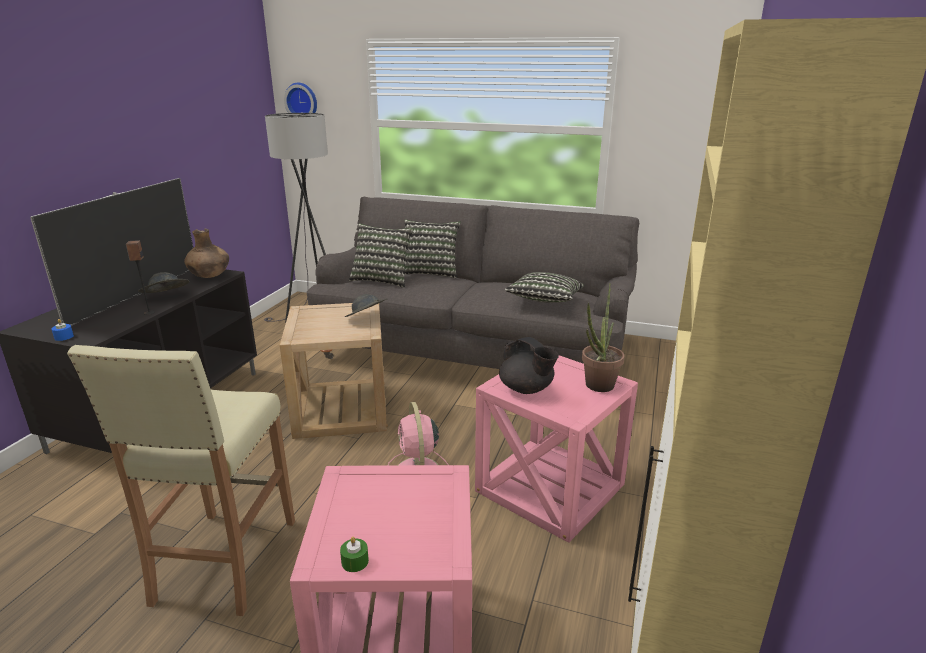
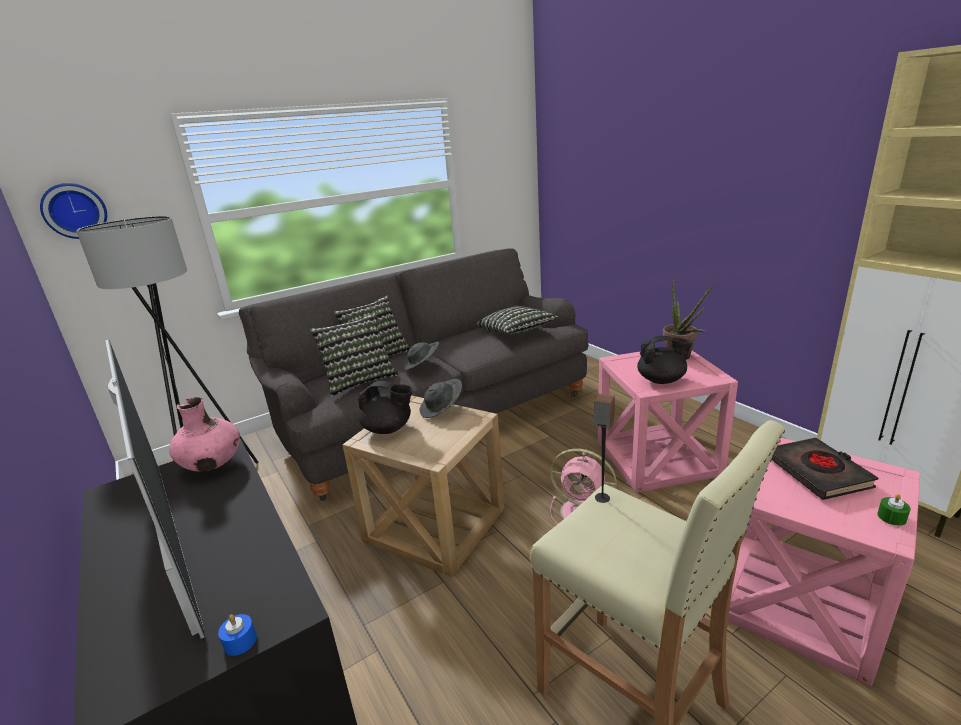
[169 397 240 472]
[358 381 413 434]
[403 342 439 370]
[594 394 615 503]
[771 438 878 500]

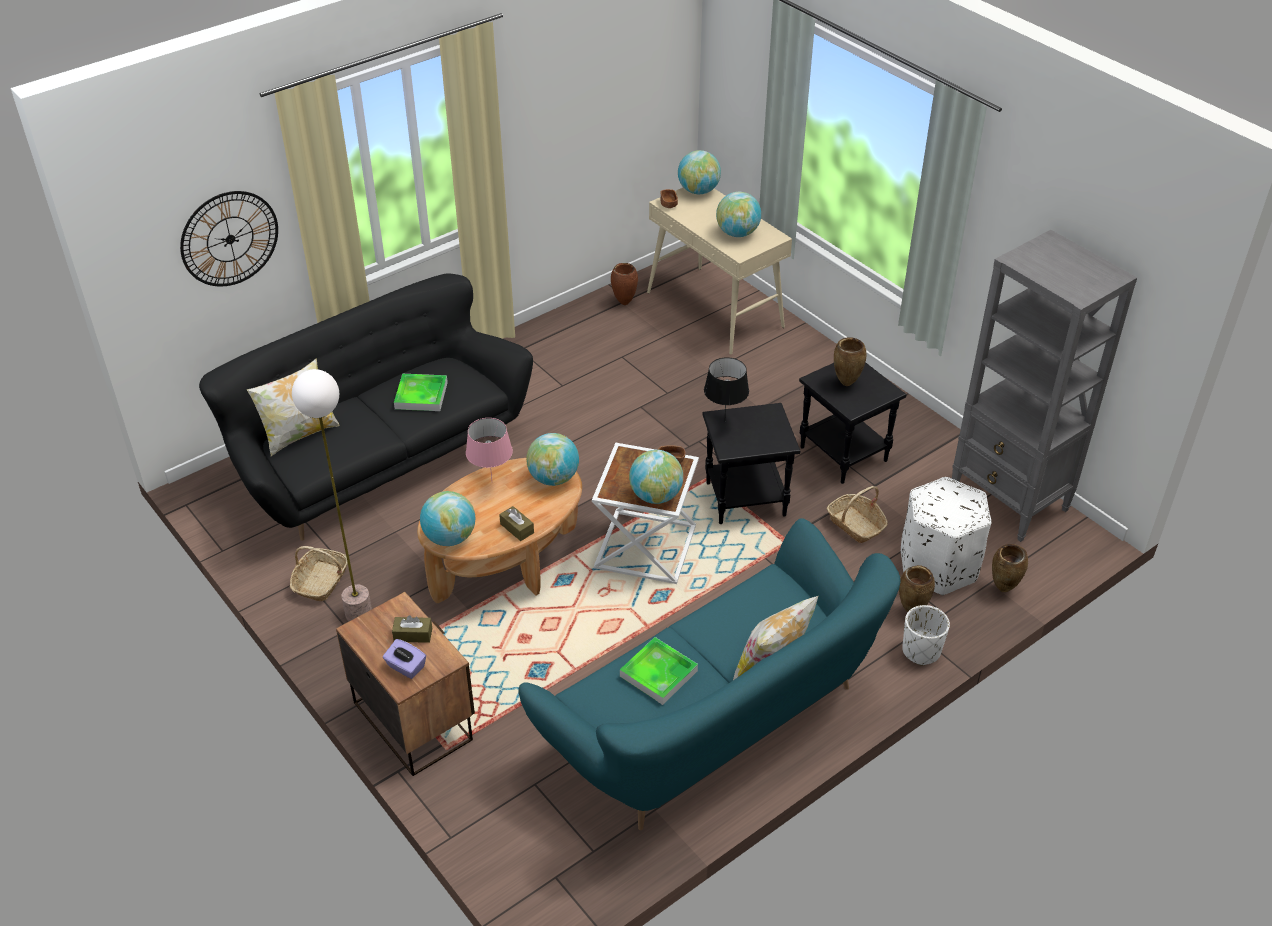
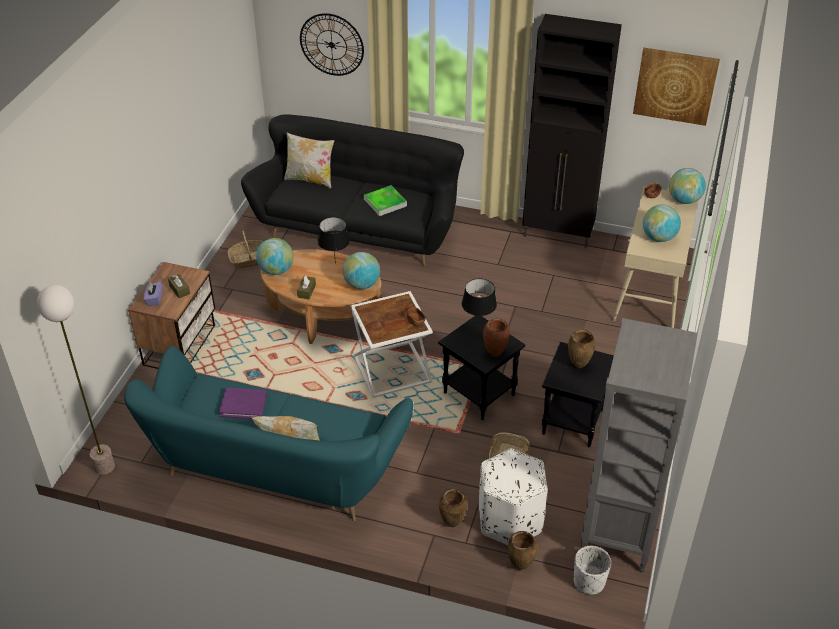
[37 285 115 475]
[219 388 267 419]
[318 217 350 264]
[483 319 510 357]
[522 14 622 248]
[574 546 611 595]
[633 48 720 126]
[629 450 683 504] (first image)

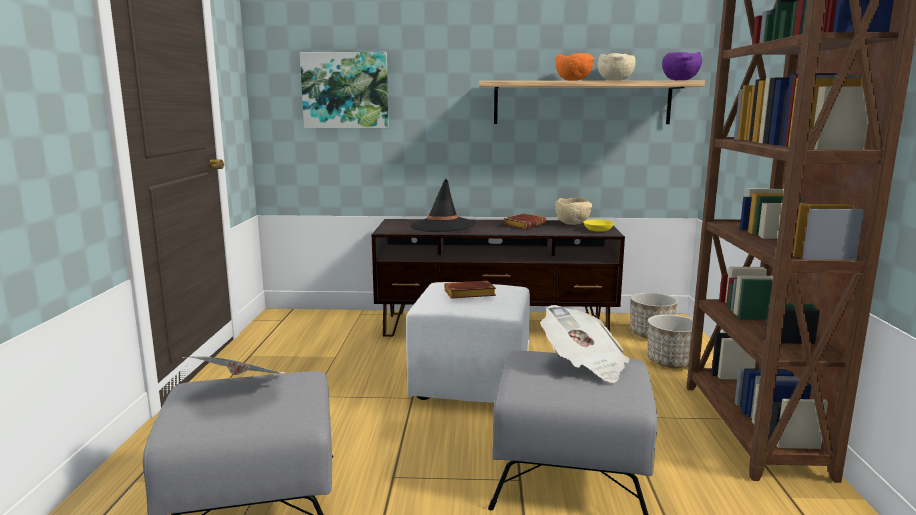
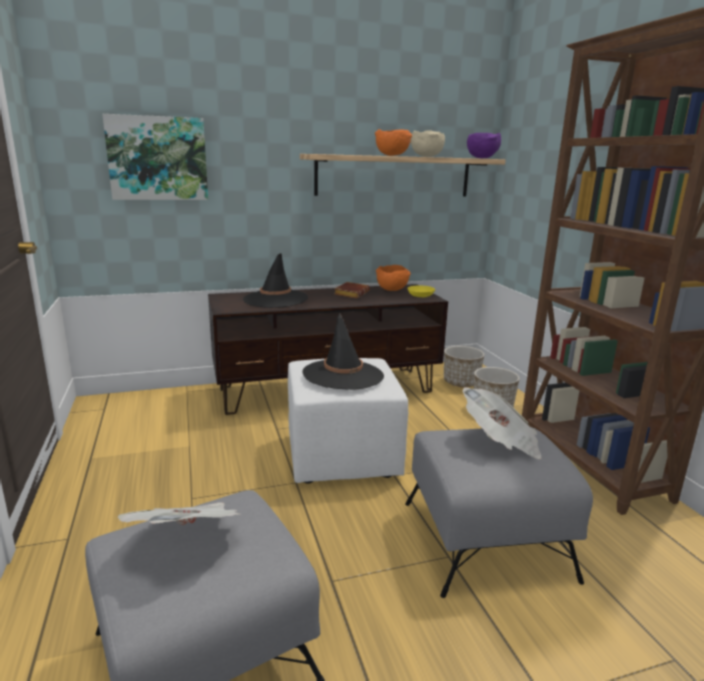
[302 313 384 390]
[376 265 411 291]

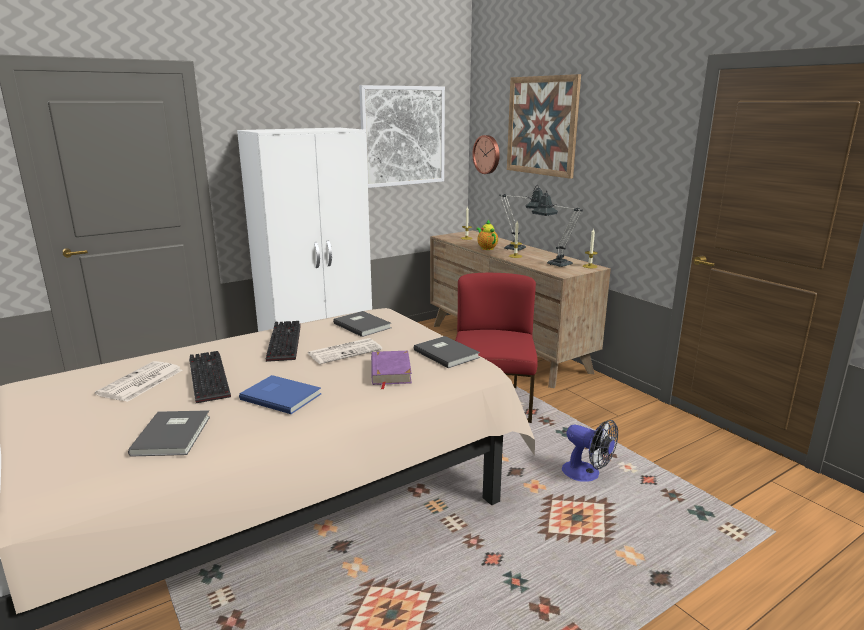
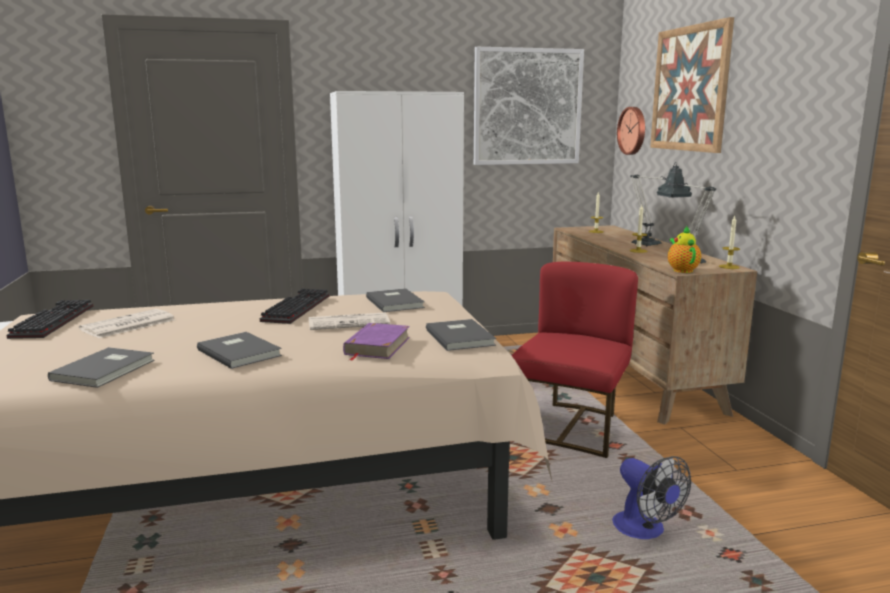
[7 300 93 339]
[197 332 282 369]
[668 226 701 273]

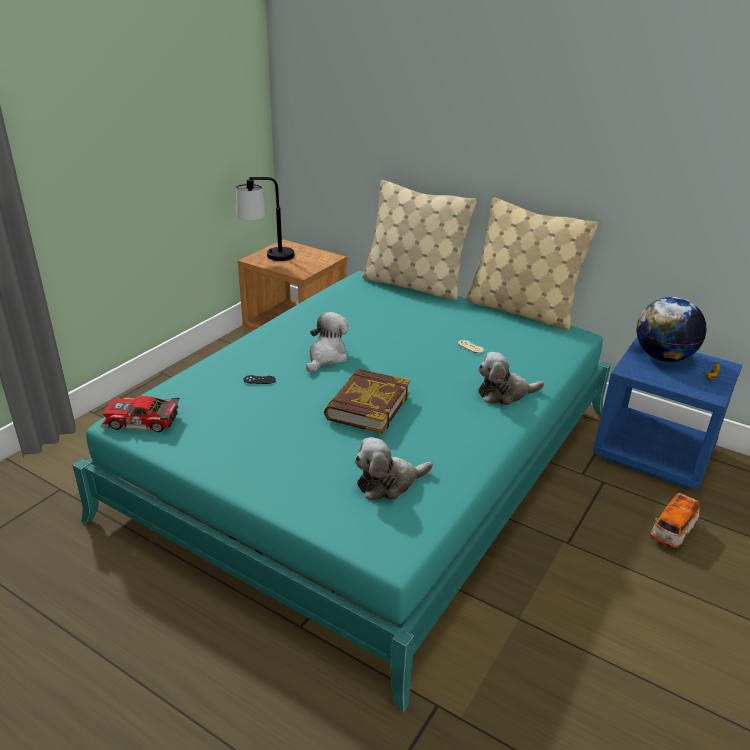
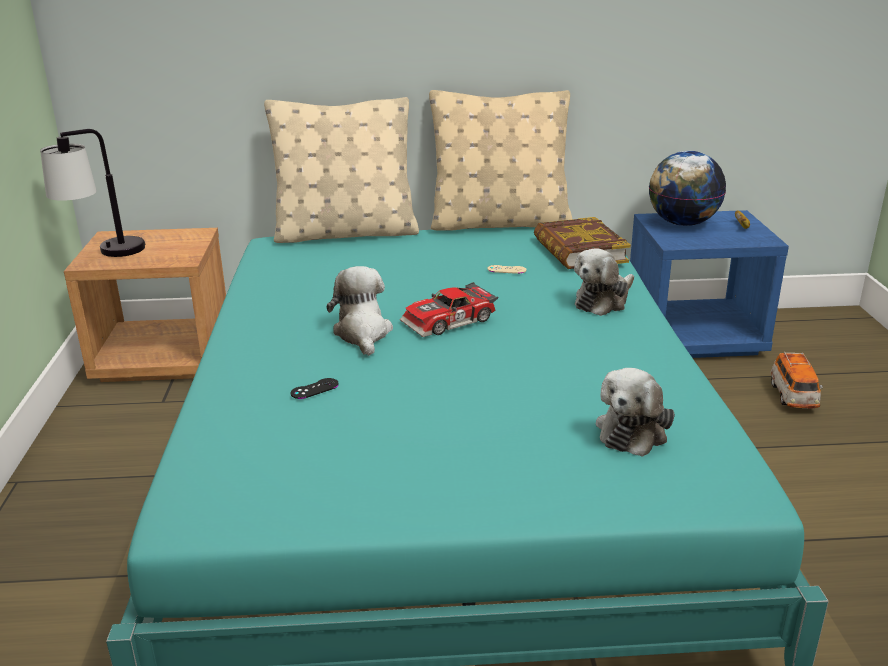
[400 282 498 337]
[534 217 631 269]

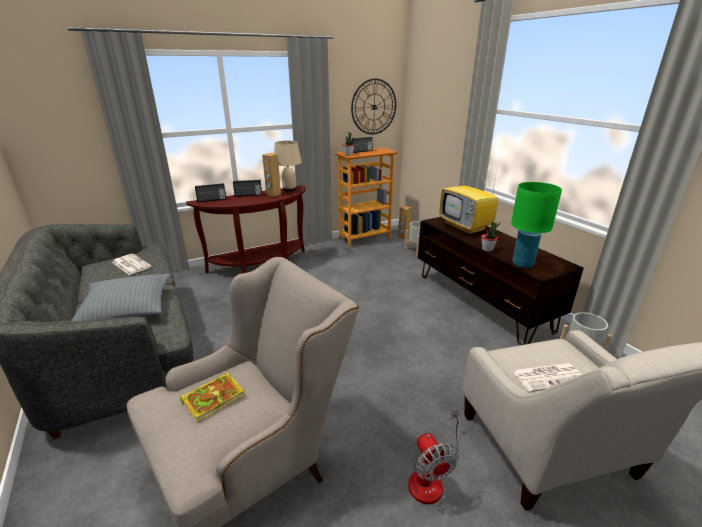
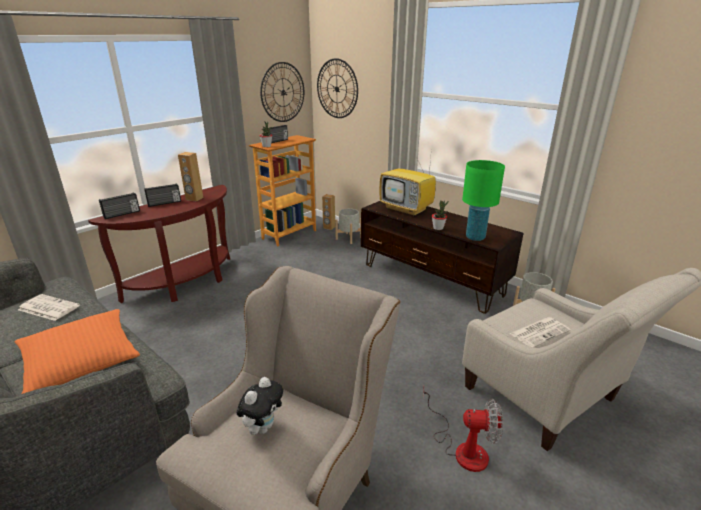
[15 309 140 394]
[237 377 283 435]
[317 58 358 118]
[423 388 503 472]
[274 141 302 191] (first image)

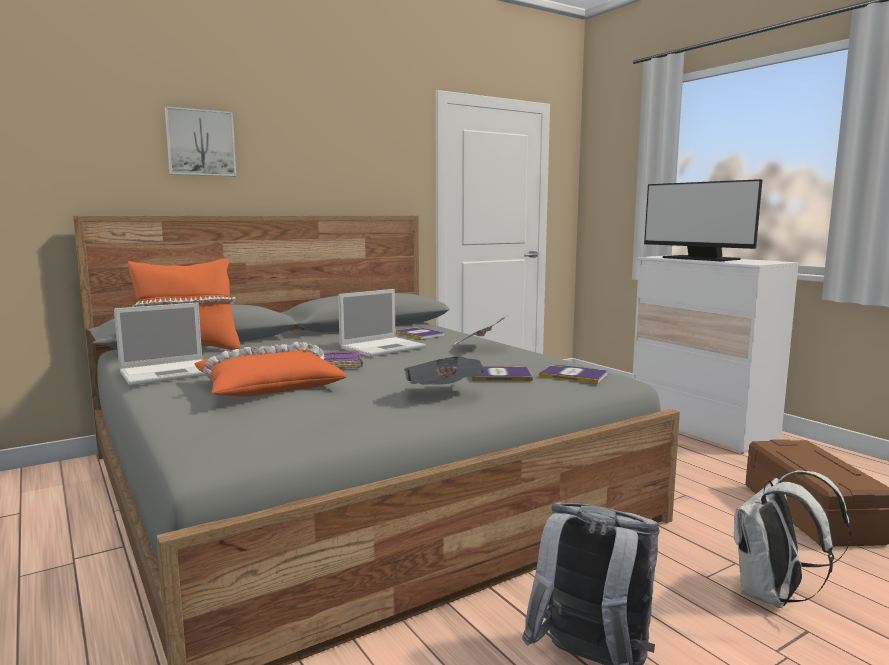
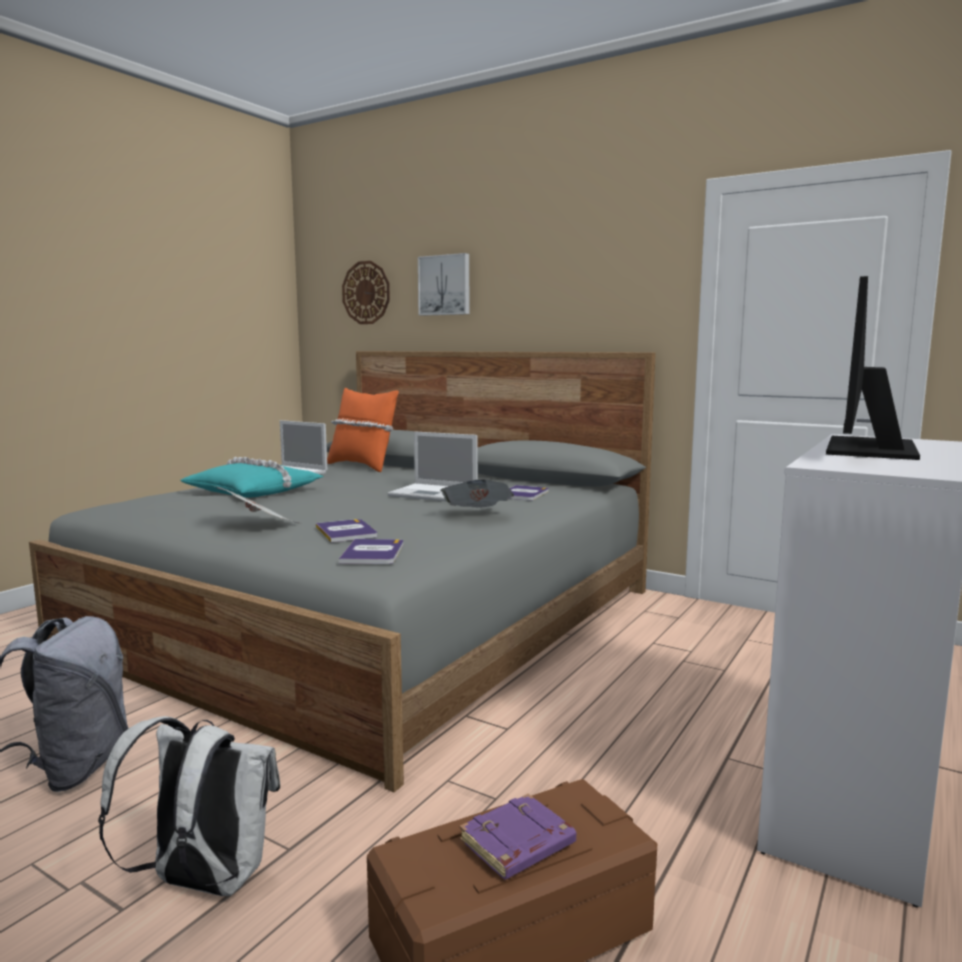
[180 457 324 498]
[342 261 390 324]
[459 794 576 880]

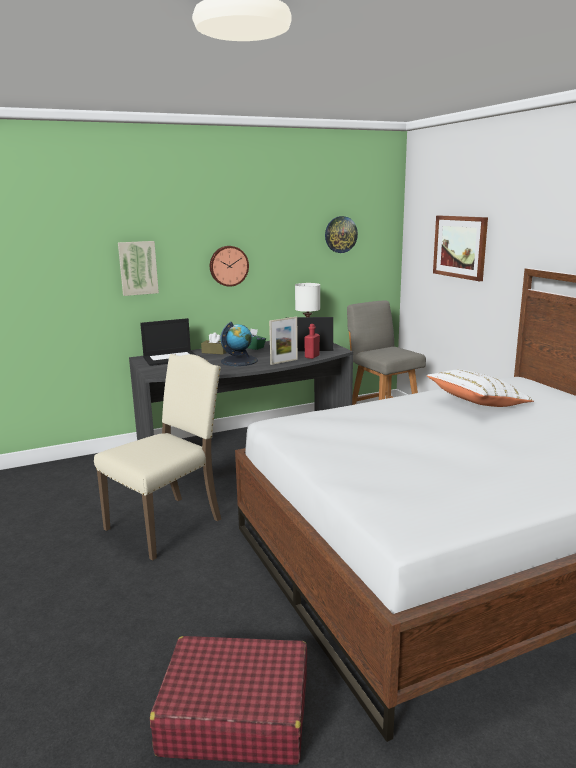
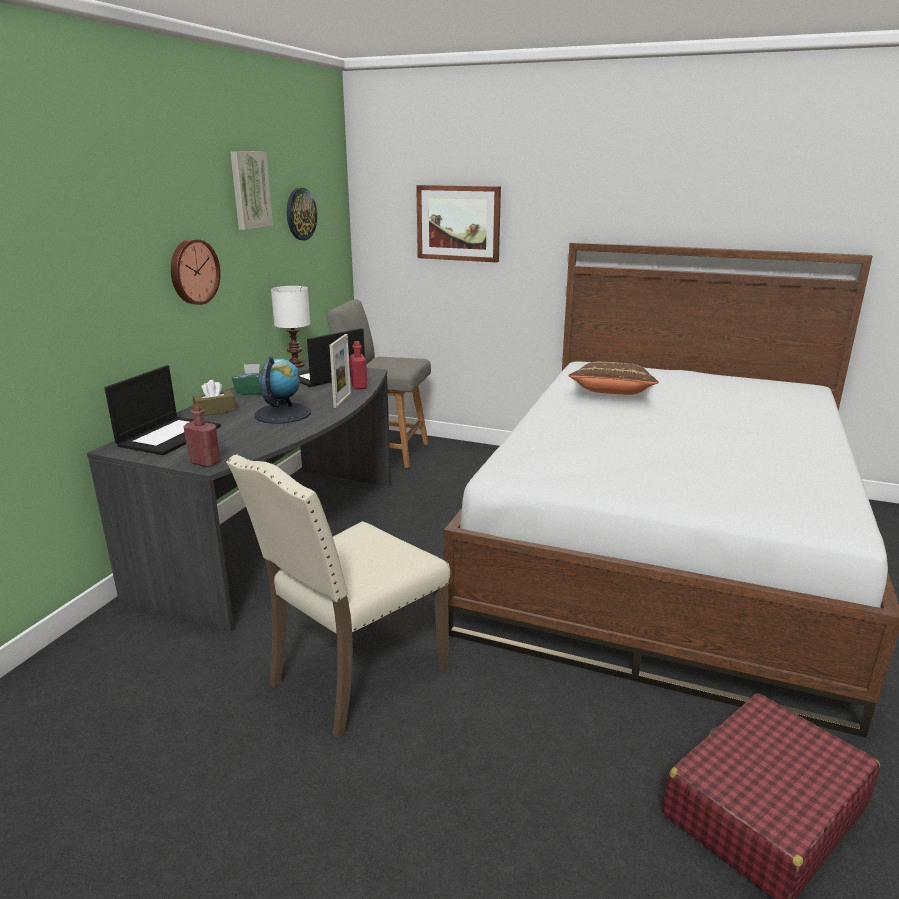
[184 404 220 467]
[226 454 450 739]
[230 152 273 230]
[568 361 659 395]

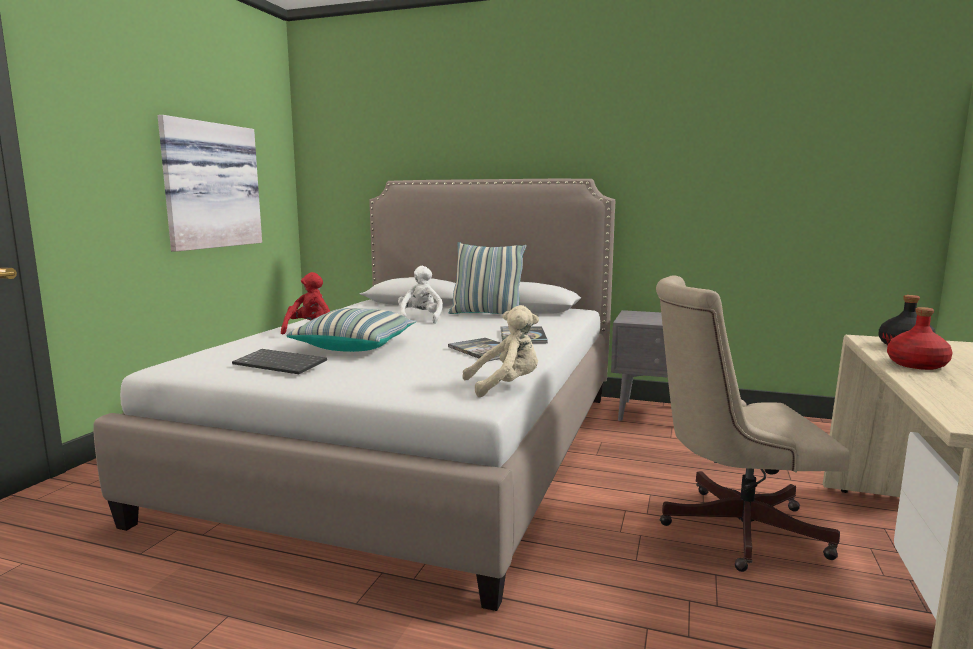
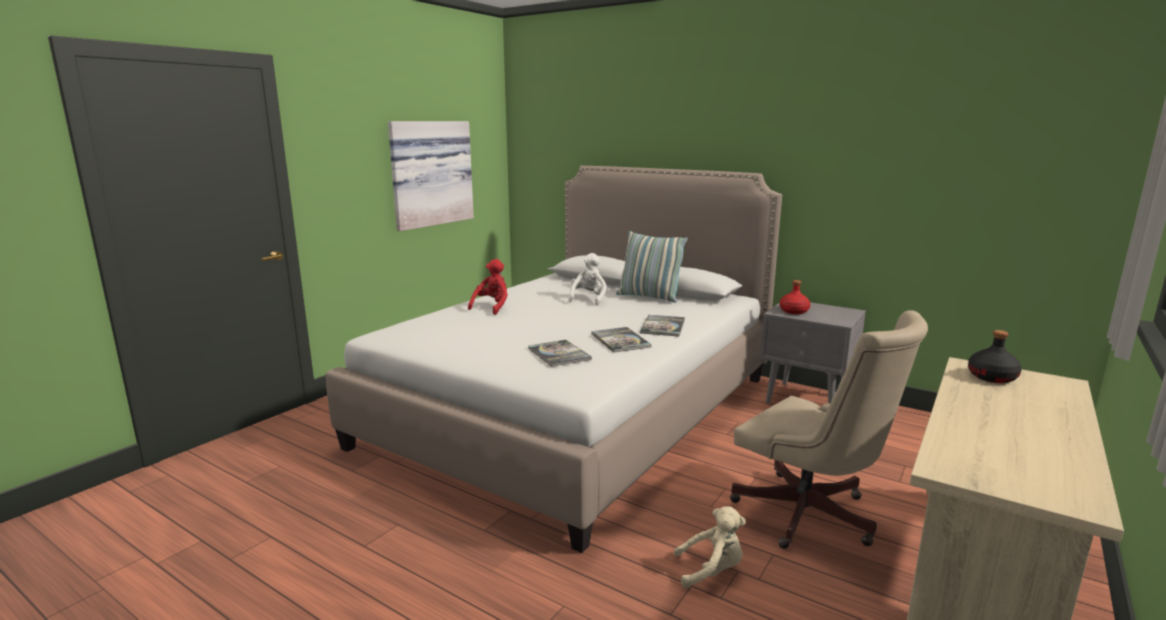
[528 340 592 367]
[674 507 746 588]
[730 310 928 549]
[780 280 810 314]
[232 349 327 374] (first image)
[287 308 417 352] (first image)

